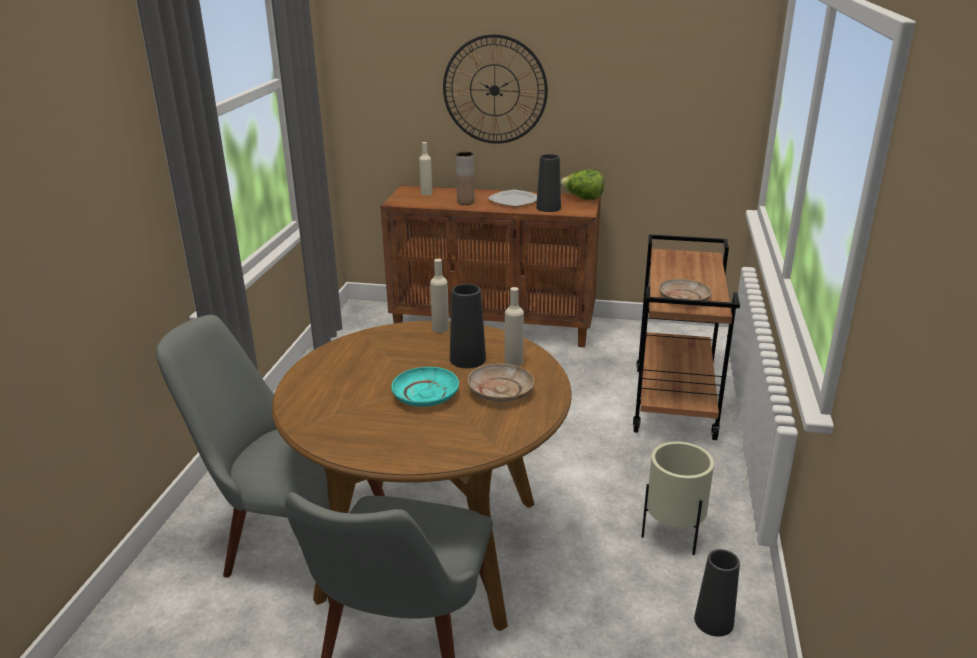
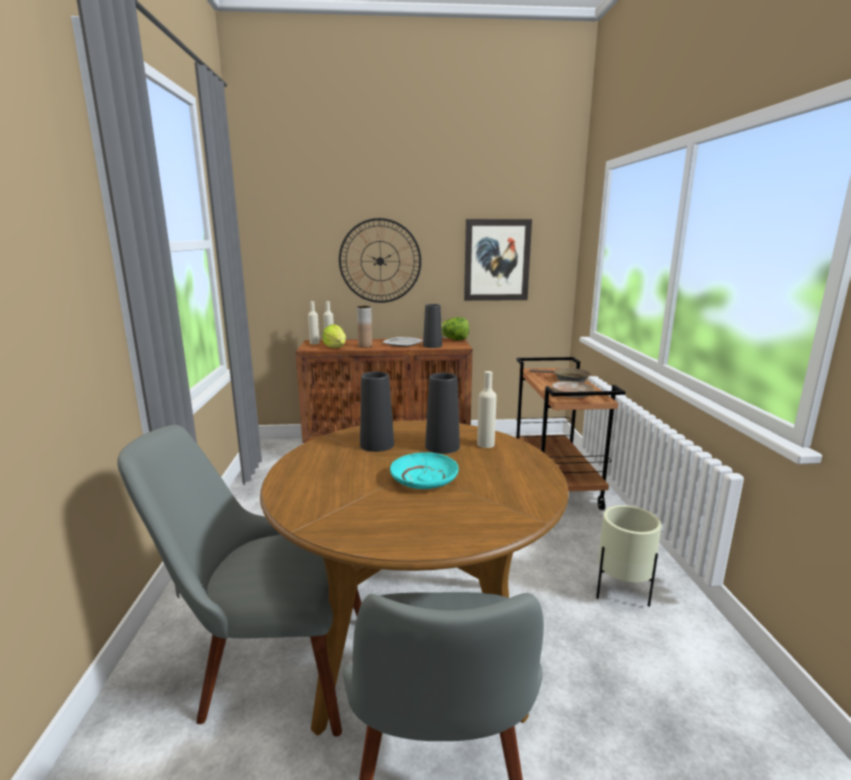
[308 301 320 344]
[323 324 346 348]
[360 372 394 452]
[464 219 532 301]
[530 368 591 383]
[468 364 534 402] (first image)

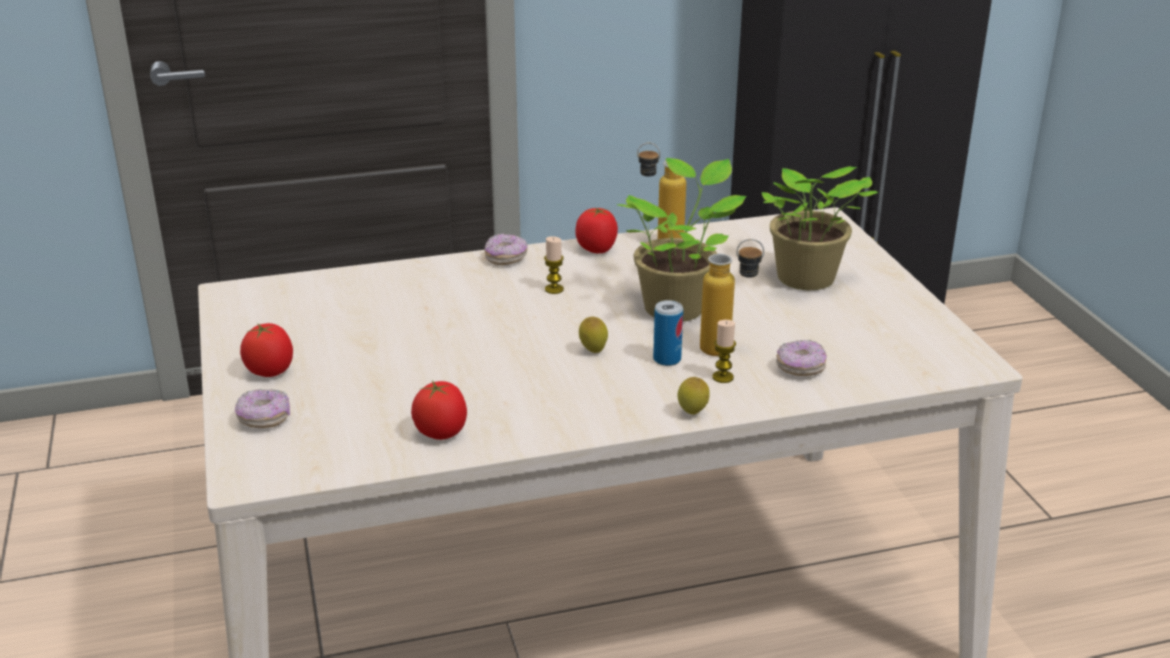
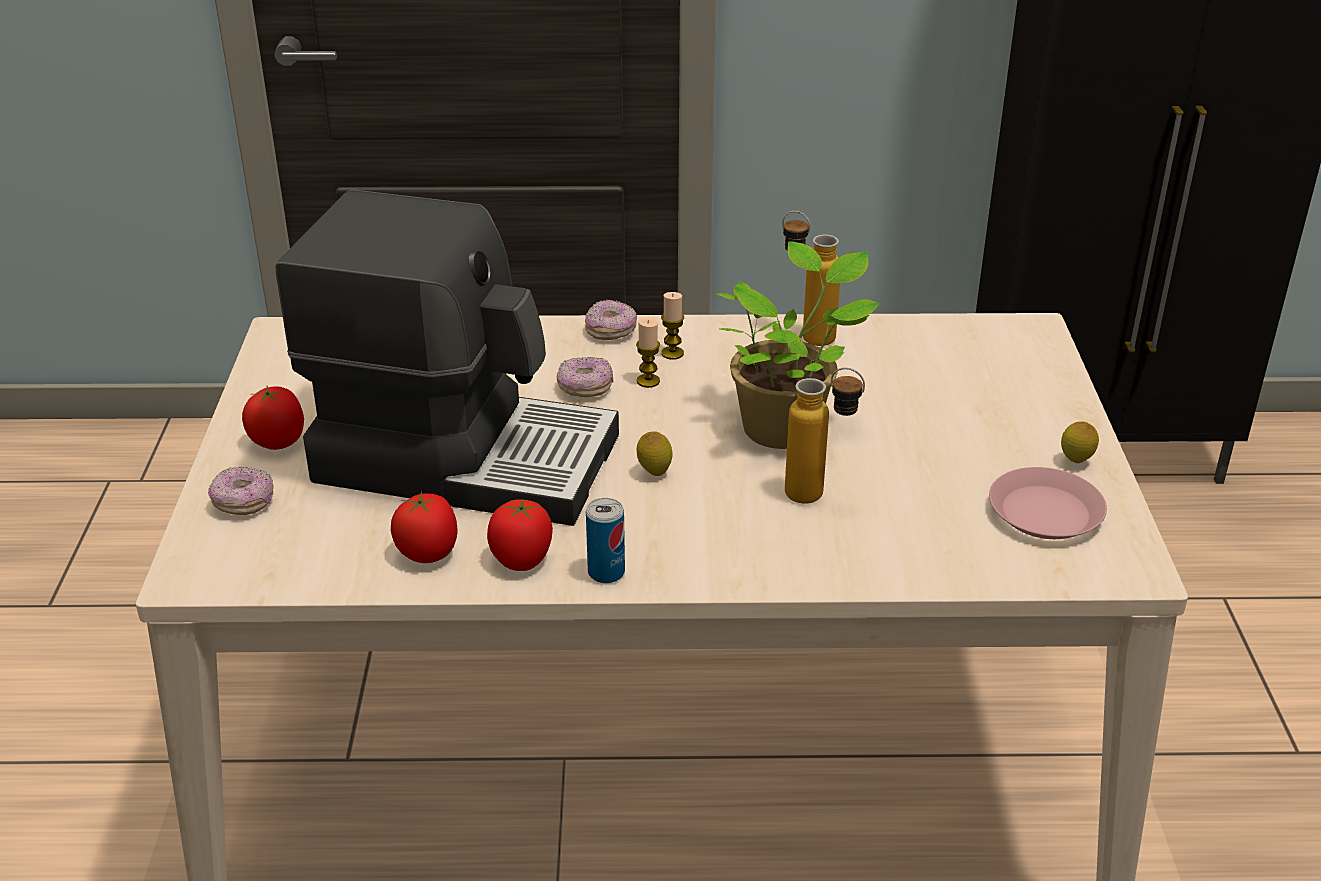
[275 190 619 526]
[487 499 553 571]
[557 357 614 397]
[586 498 625 583]
[661 292 684 359]
[989 467 1107 539]
[1061 421 1099 463]
[762 166 878 290] (first image)

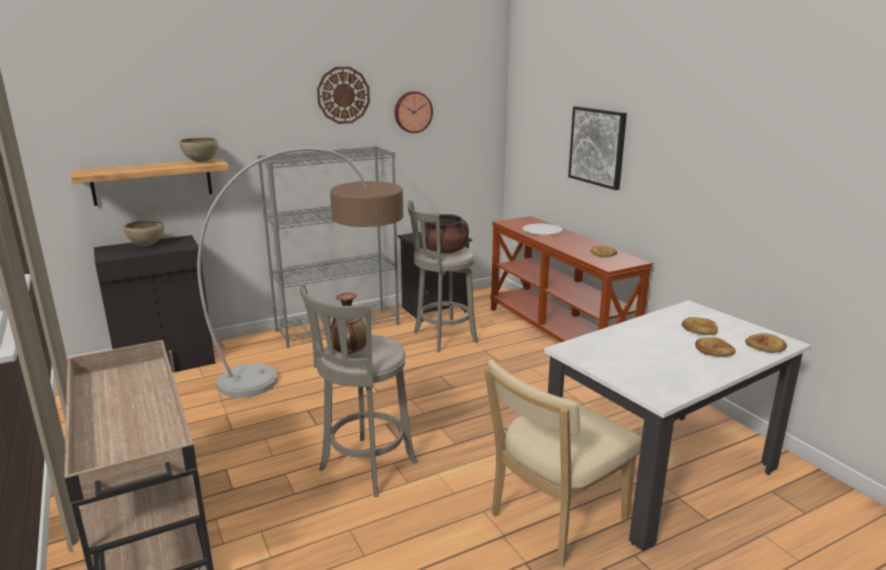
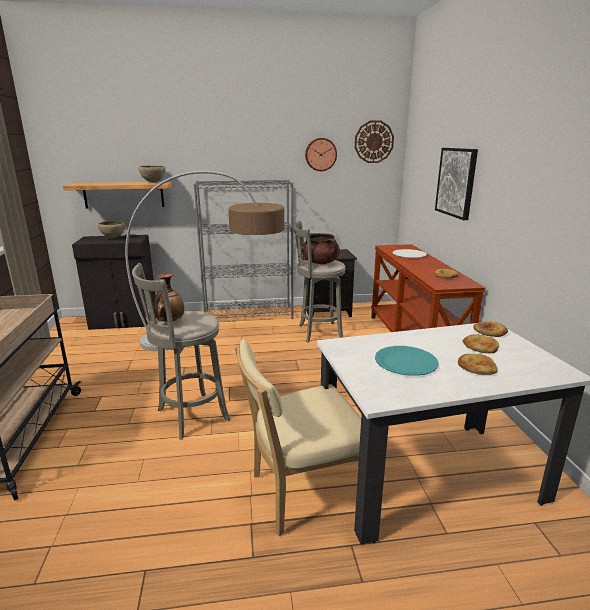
[355 120 394 163]
[375 346 438 376]
[474 321 508 337]

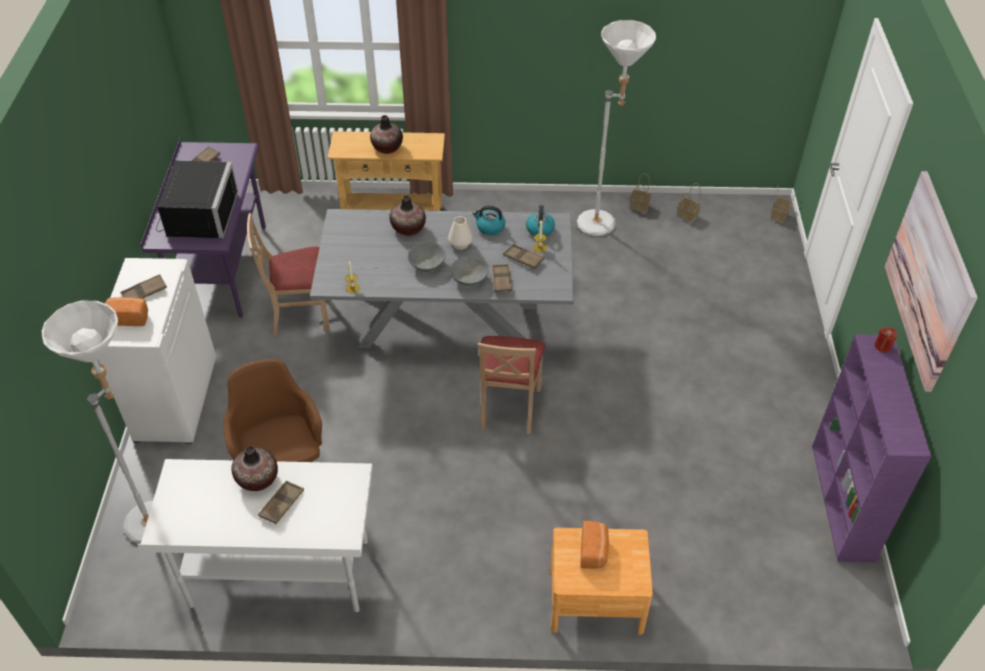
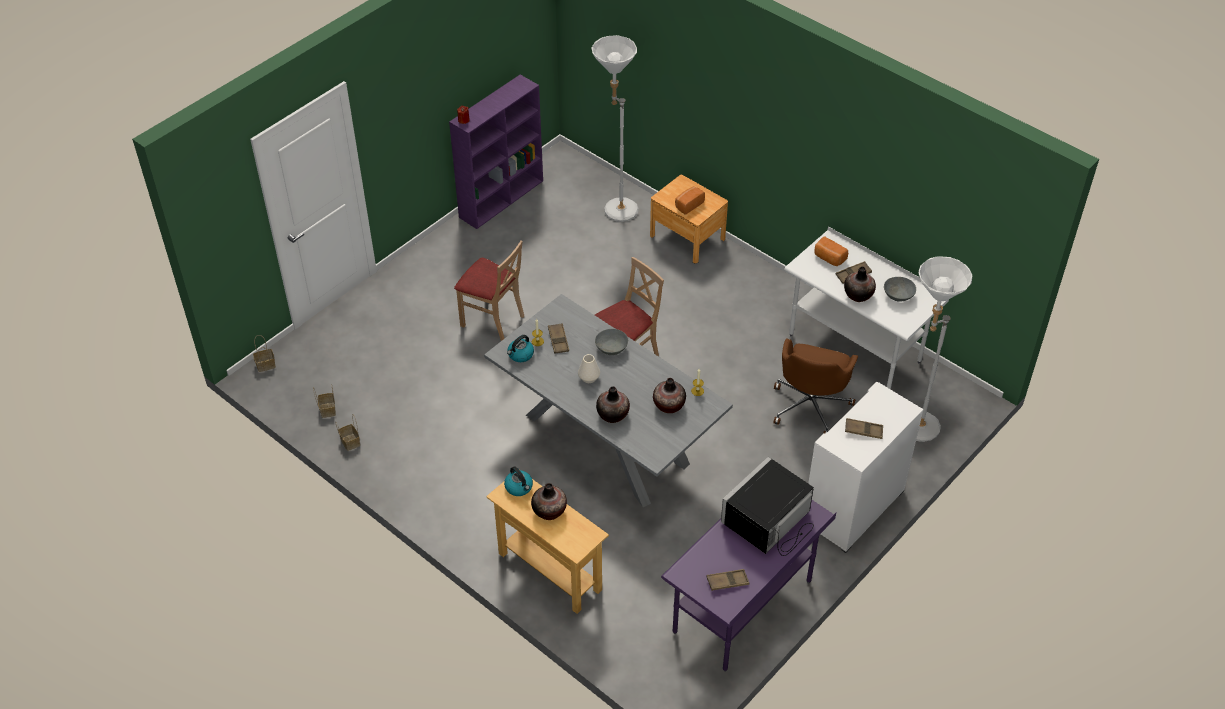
[454 240 524 341]
[504 466 533 496]
[592 35 639 222]
[653 378 686 413]
[814 236 848 266]
[884 277 916 302]
[492 264 512 292] (first image)
[885 171 978 392] (first image)

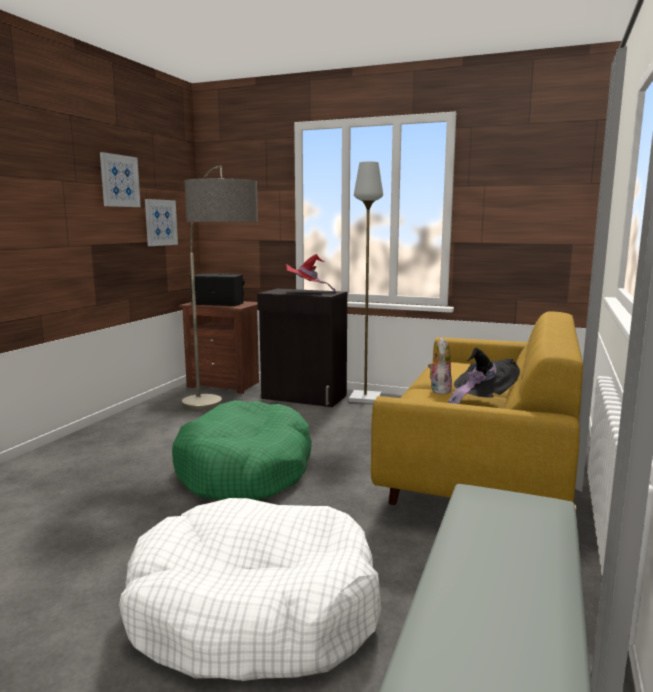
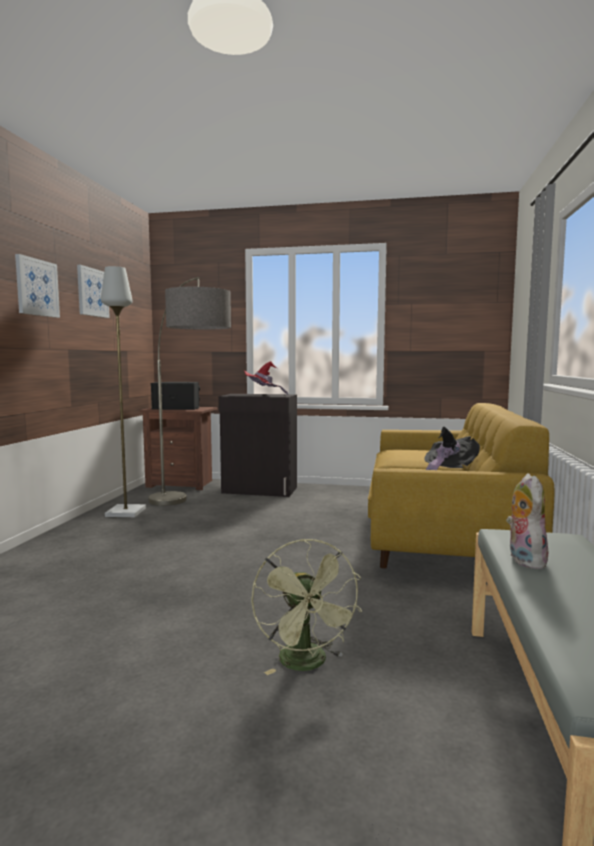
[15 254 60 318]
[101 266 146 517]
[251 539 362 675]
[506 473 549 569]
[172 400 312 500] (first image)

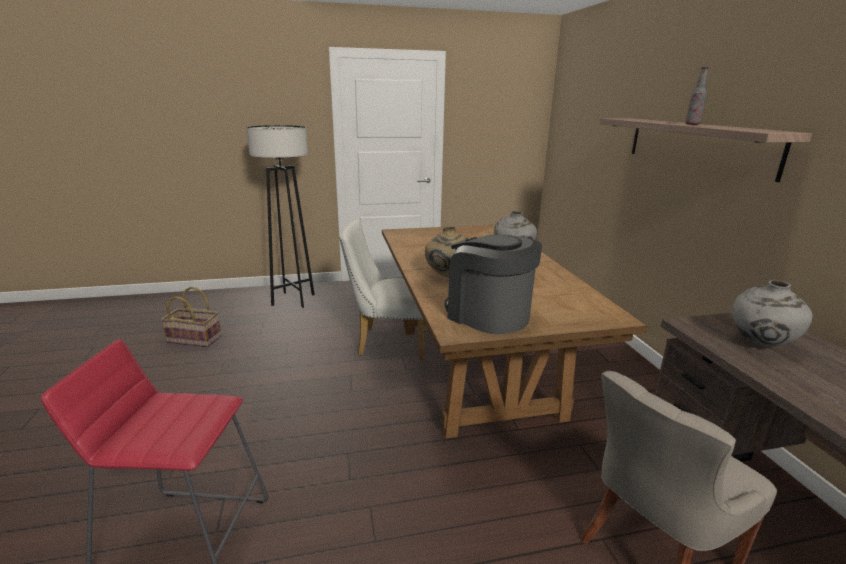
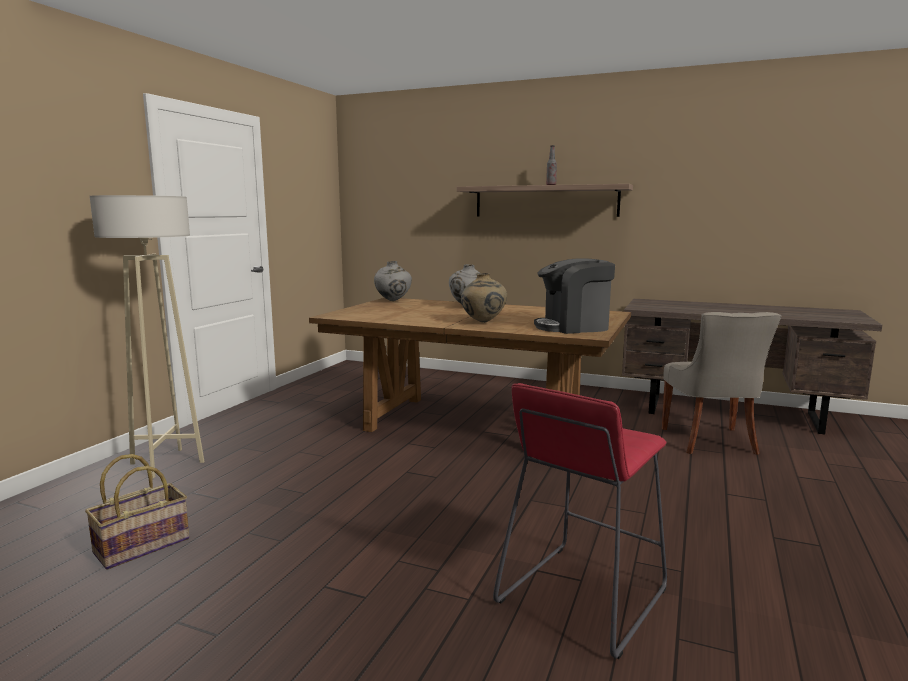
[90 195 205 479]
[374 261 412 301]
[339 220 427 360] (first image)

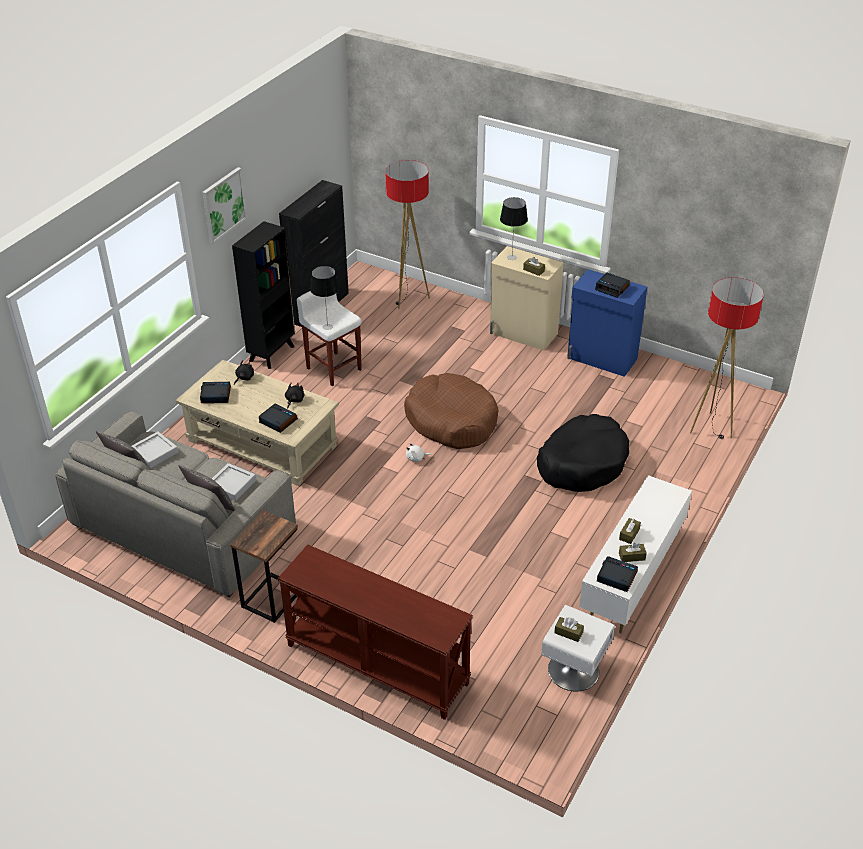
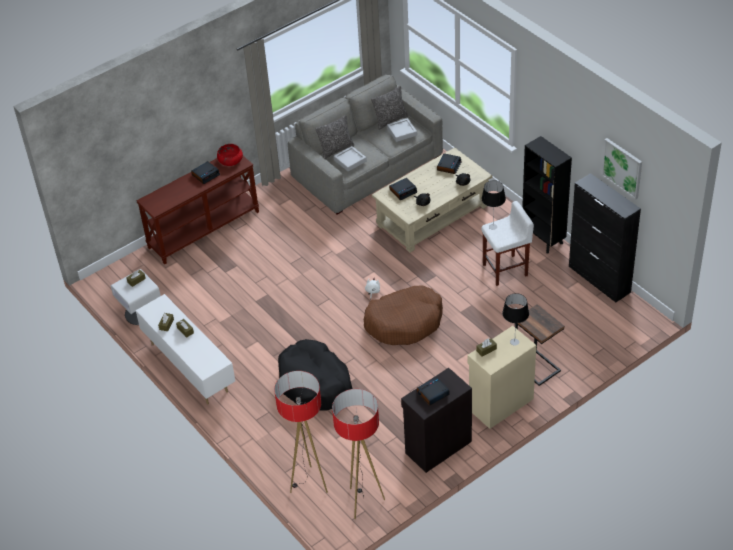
[191 161 220 184]
[217 144 243 166]
[332 389 385 519]
[401 368 472 473]
[515 304 565 386]
[601 138 642 200]

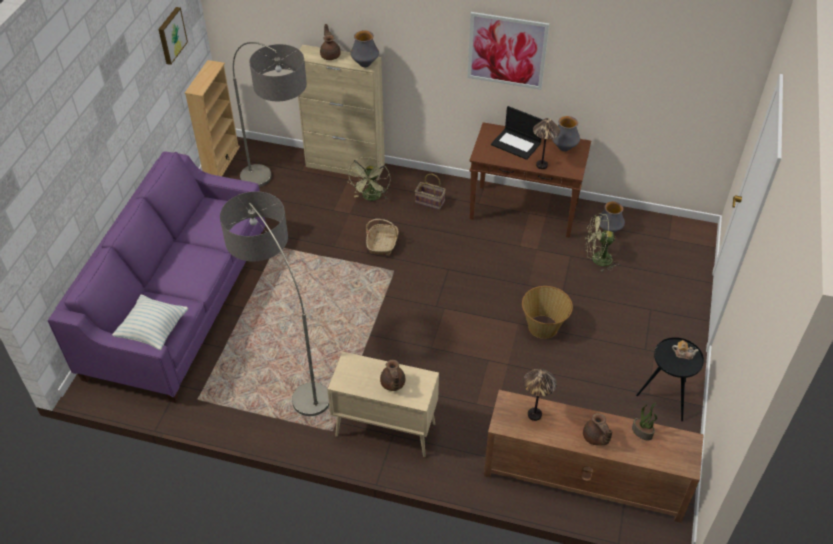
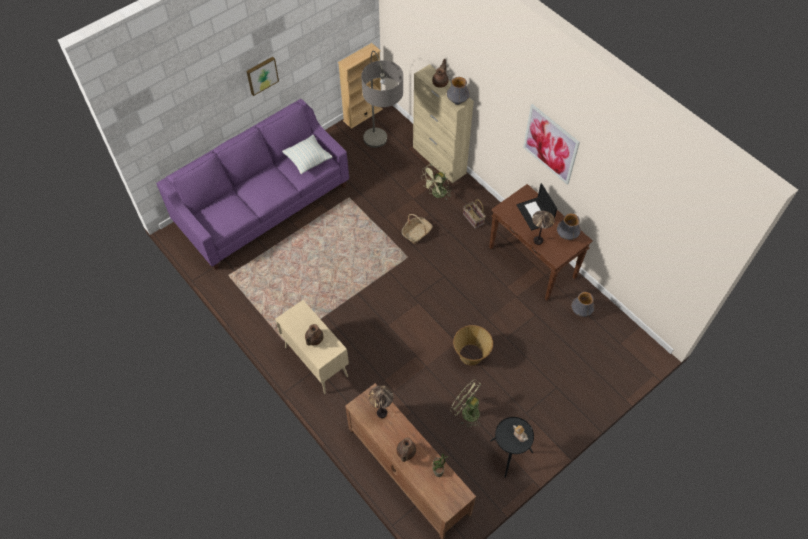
[246 57 279 96]
[282 135 333 174]
[450 381 481 428]
[220 191 329 416] (first image)

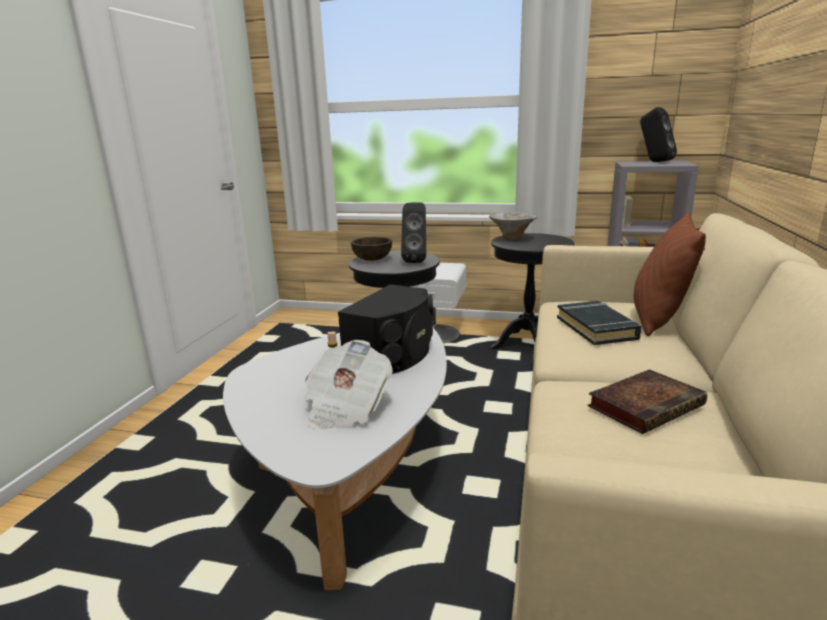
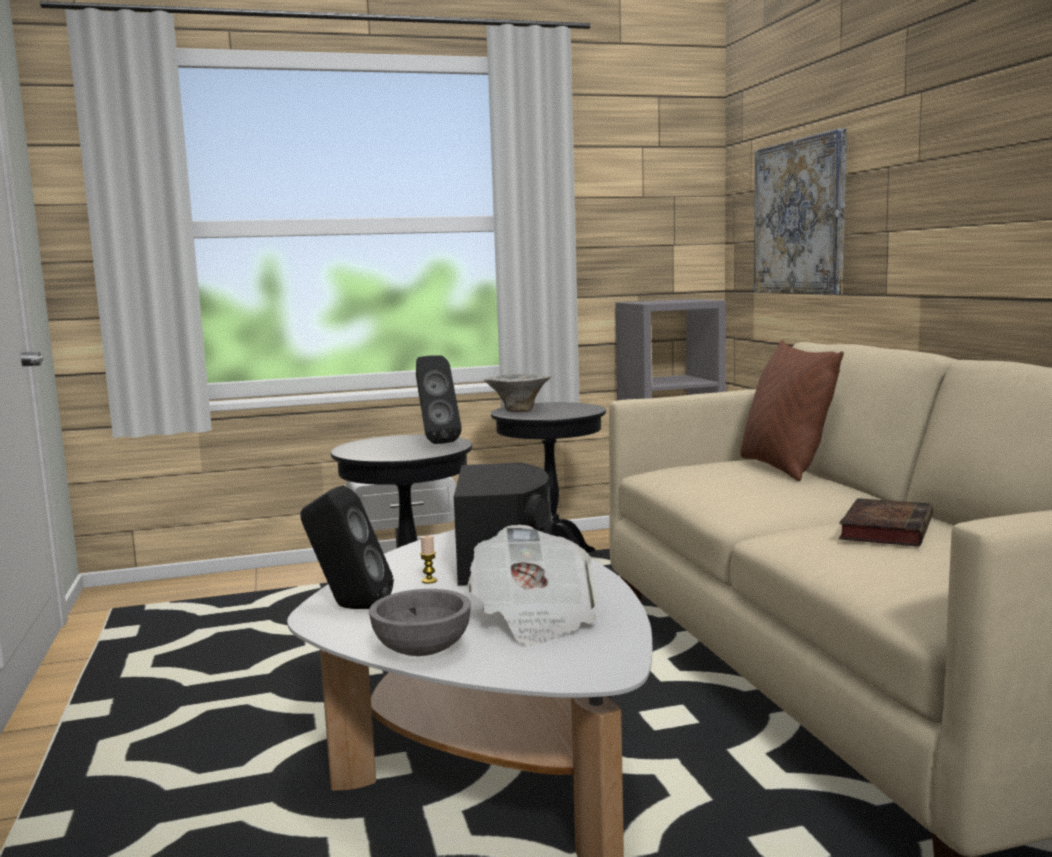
[300 485 394 609]
[369 589 471 656]
[754 129 847 294]
[351 237 392 261] (first image)
[557 301 642 345] (first image)

